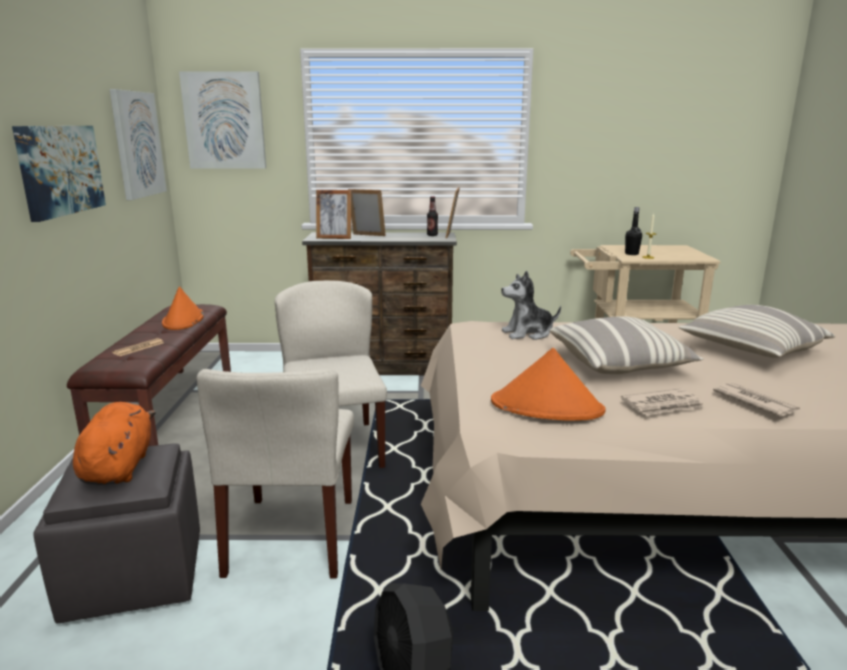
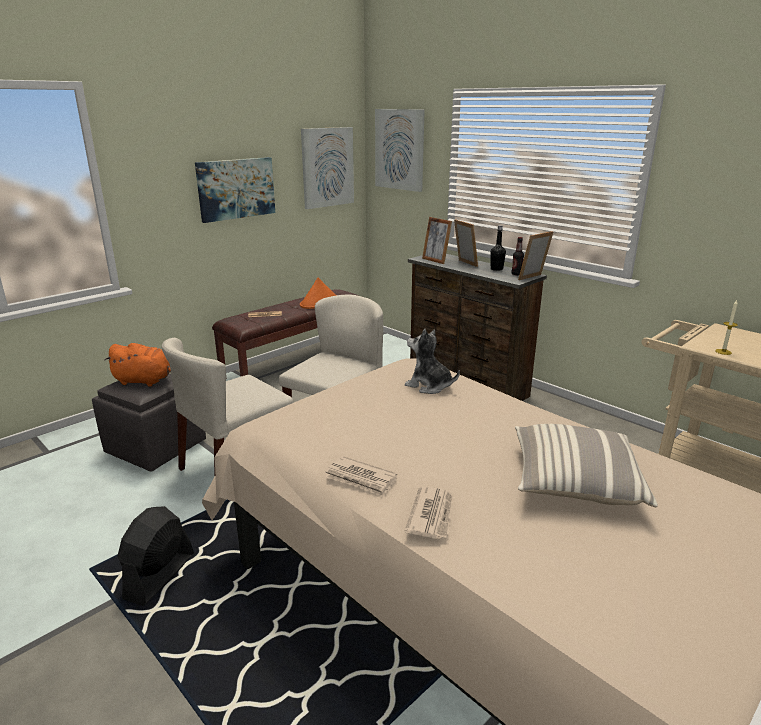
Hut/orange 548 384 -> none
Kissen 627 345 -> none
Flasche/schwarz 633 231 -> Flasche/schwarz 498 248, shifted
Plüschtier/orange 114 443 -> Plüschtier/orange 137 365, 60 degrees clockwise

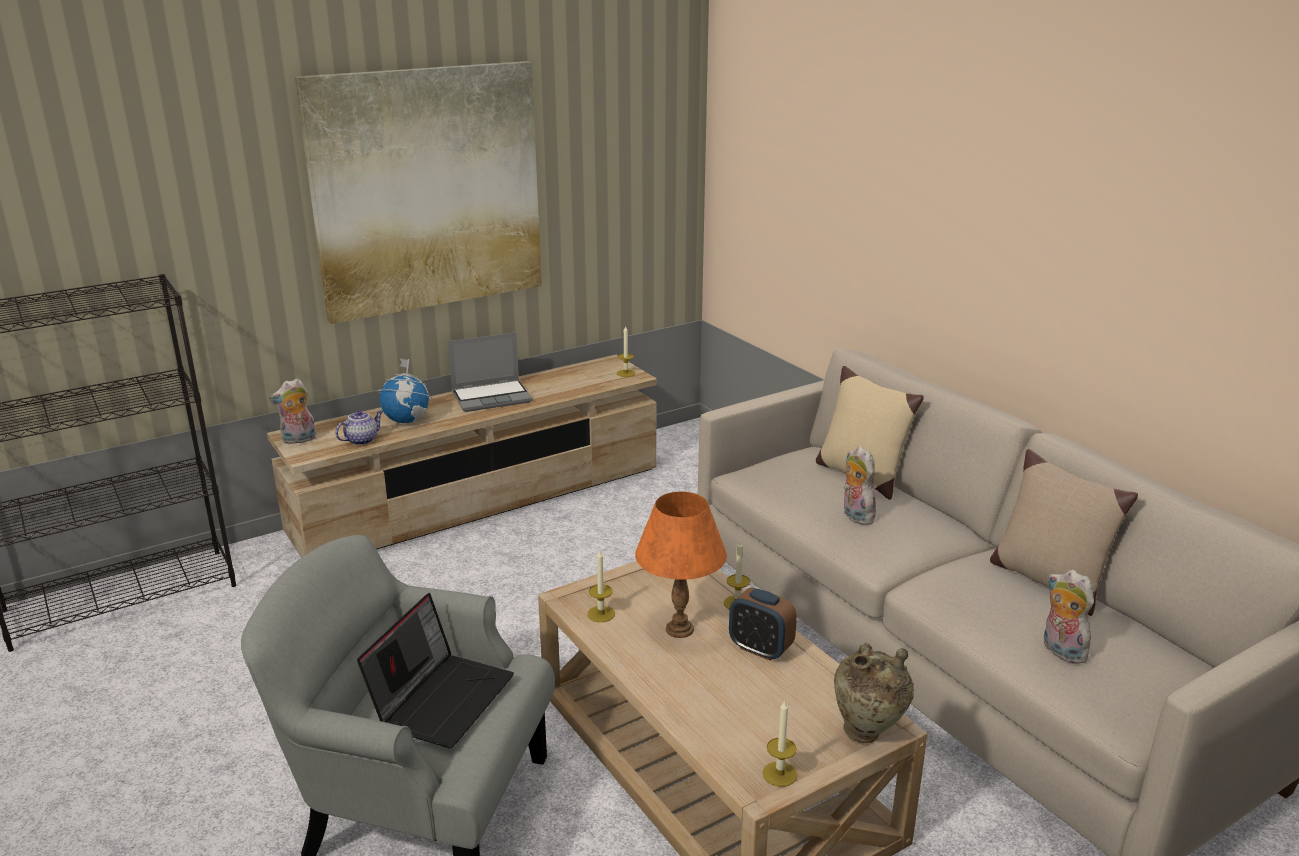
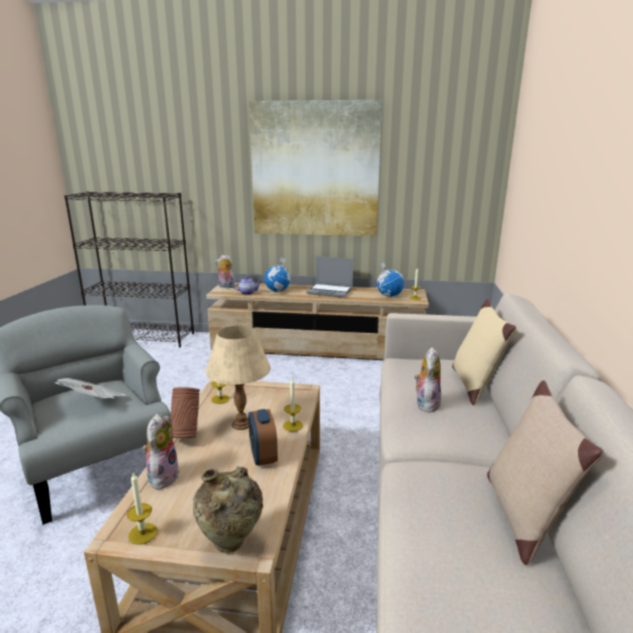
none -> Vase/braun 185 412
none -> Globus 390 279
Plüschtier 1069 617 -> Plüschtier 161 451, shifted
Laptop 435 670 -> Zeitung 90 388
Tischlampe/orange 681 565 -> Tischlampe/beige 238 377

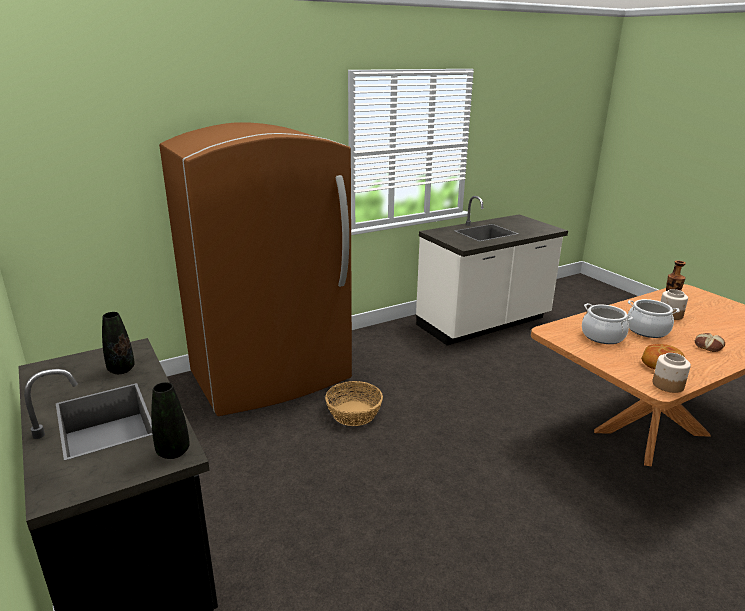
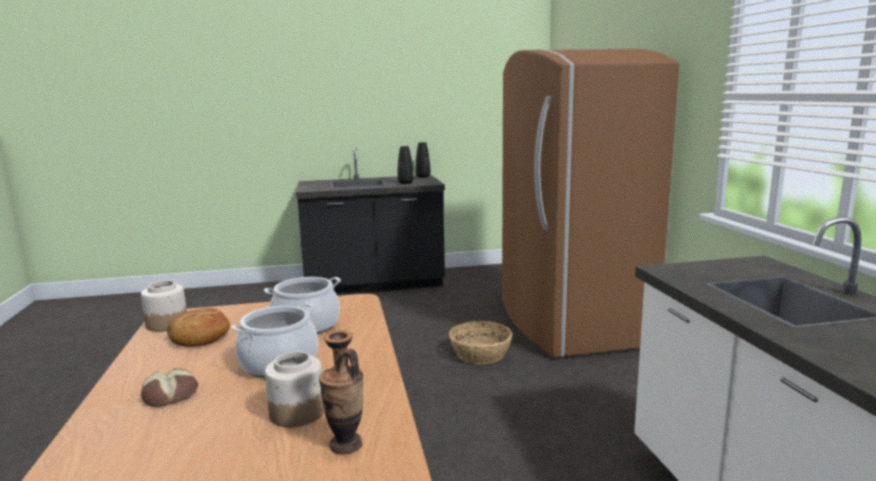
Vase/schwarz 170 420 -> Vase/schwarz 423 160, shifted

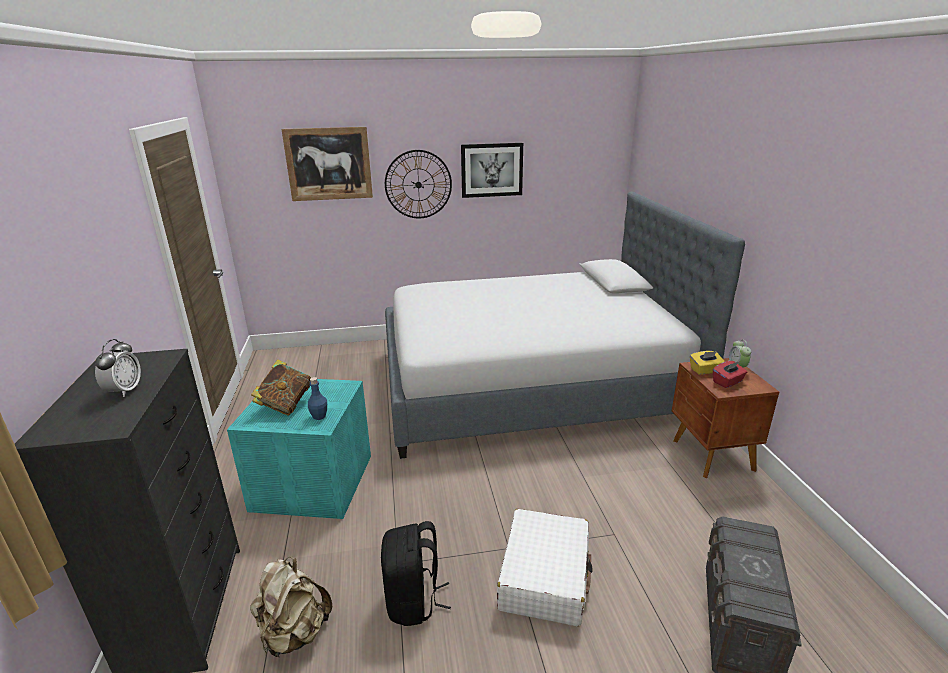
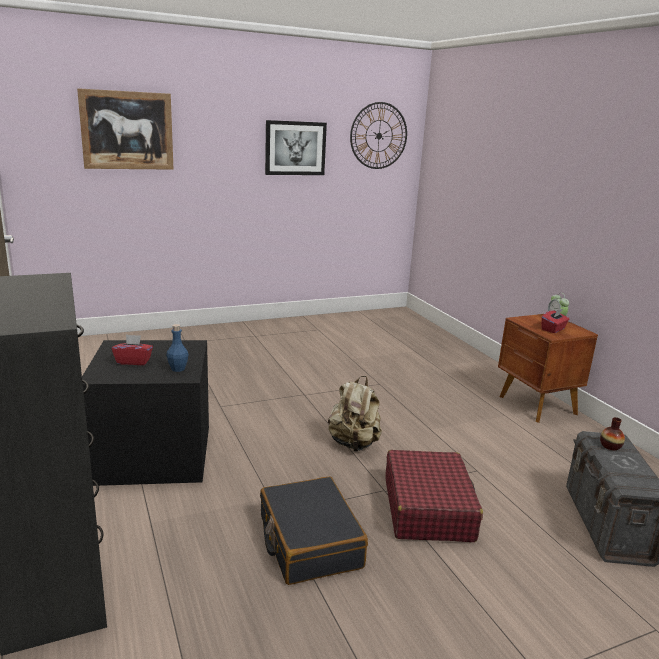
Wecker 118 368 -> none
Bett 565 325 -> none
Taschentuchbox/gelb 707 363 -> none
none -> Vase 612 433
Rucksack/beige 291 606 -> Rucksack/beige 355 414, shifted
Wanduhr 418 184 -> Wanduhr 378 135, shifted
Buch 281 387 -> Taschentuchbox/rot 132 349
Rucksack/schwarz 416 573 -> Koffer/schwarz 314 530
Aufbewahrungsbox/türkis 299 449 -> Aufbewahrungsbox/schwarz 145 413
Koffer/weiß 545 568 -> Koffer/rot 434 496

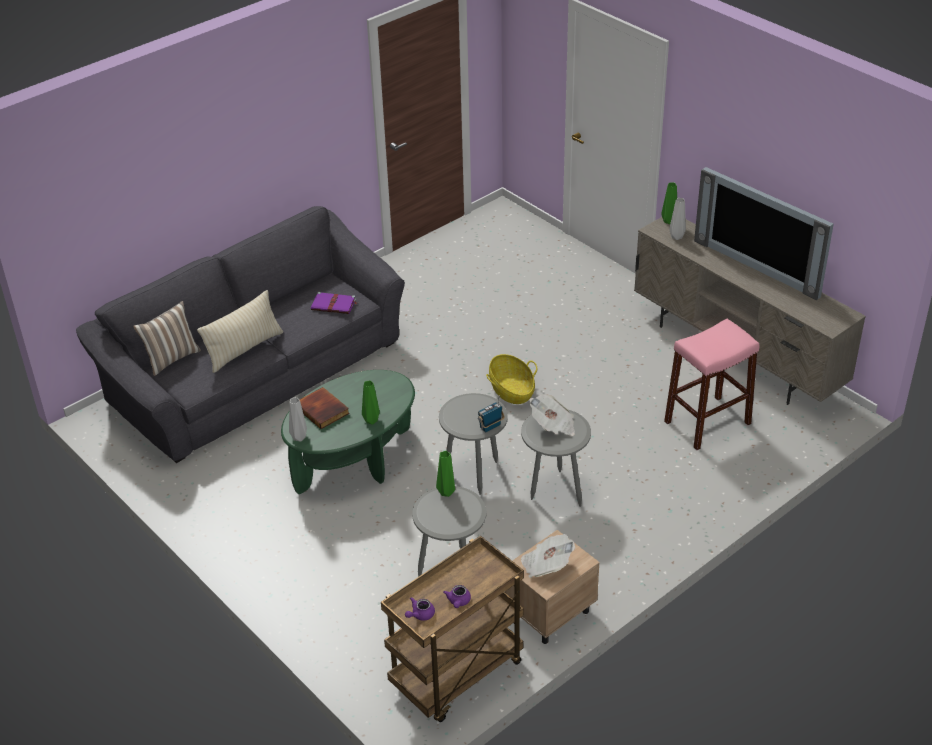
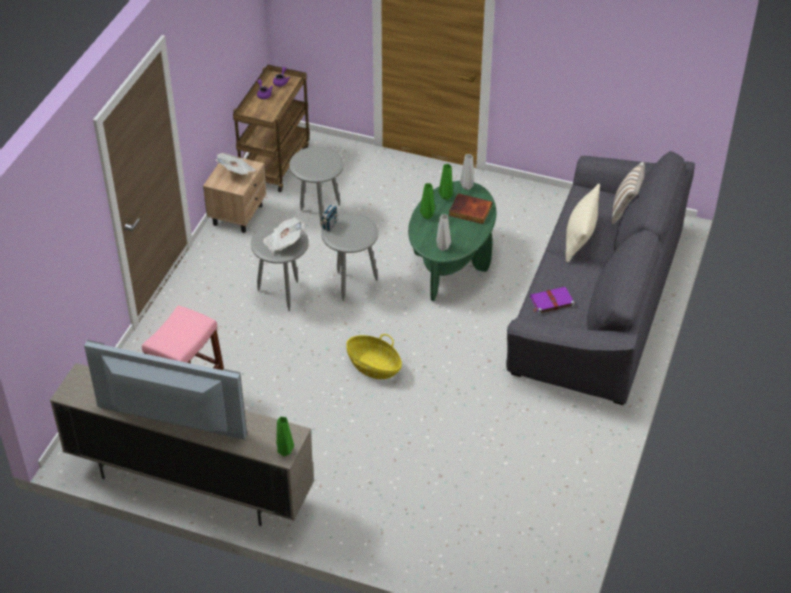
Vase/grün 445 474 -> Vase/grün 446 182, shifted
Vase/grau 677 219 -> Vase/grau 443 232, shifted

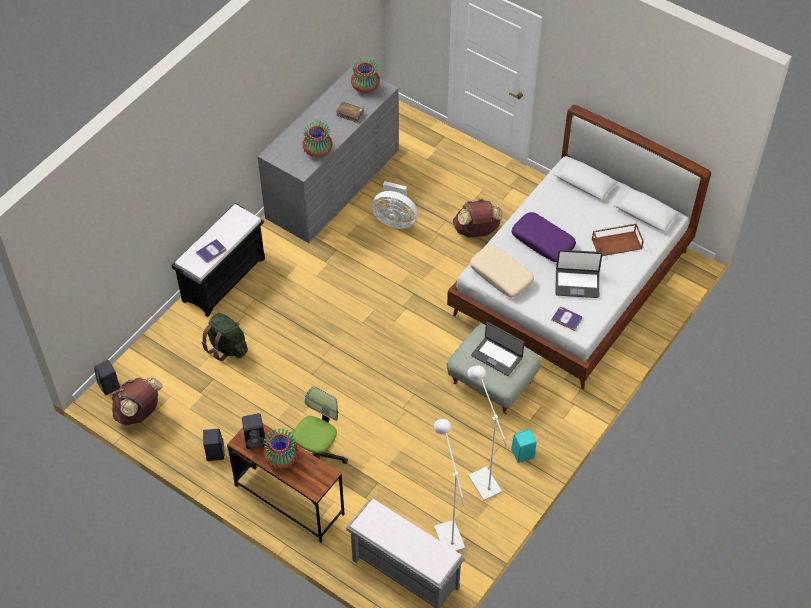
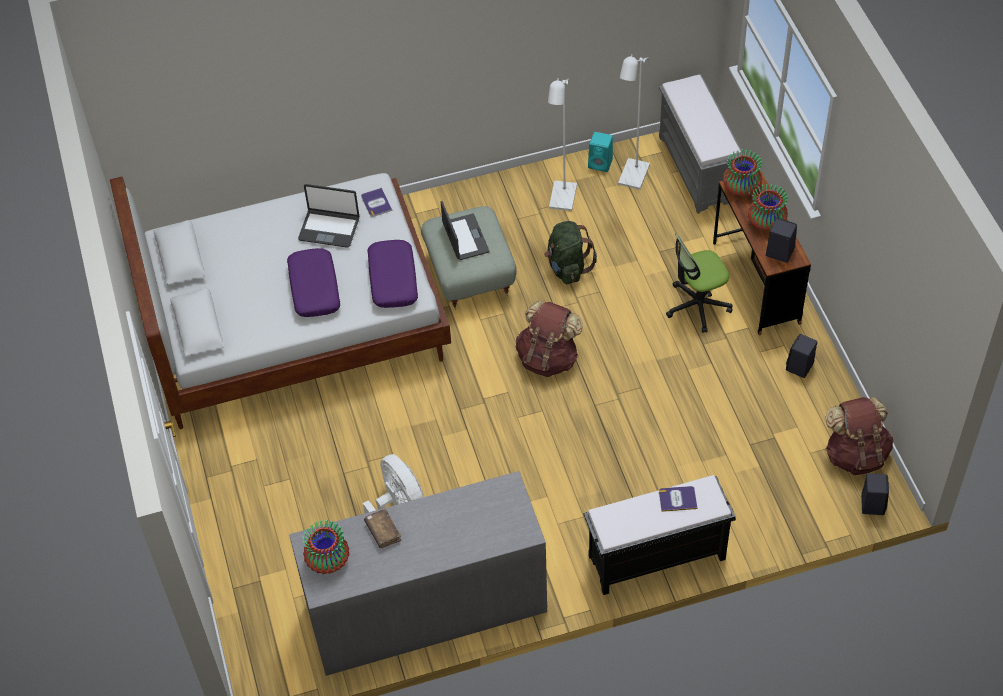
Tablett/braun 618 239 -> none
Rucksack/grün 225 337 -> Rucksack/grün 570 252, shifted
Vase 317 139 -> Vase 742 172, shifted
Rucksack/braun 478 218 -> Rucksack/braun 549 339, shifted
Lautsprecher/türkis 524 446 -> Lautsprecher/türkis 600 152, shifted
Kissen/beige 502 271 -> Kissen/lila 392 274
Laptop 579 274 -> Laptop 328 216, 150 degrees clockwise

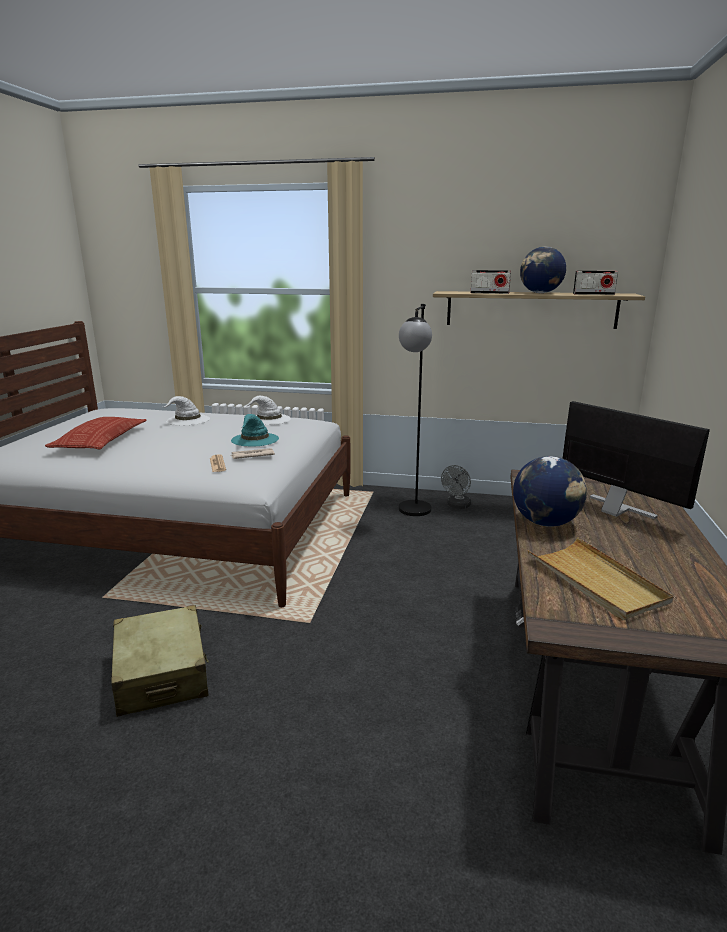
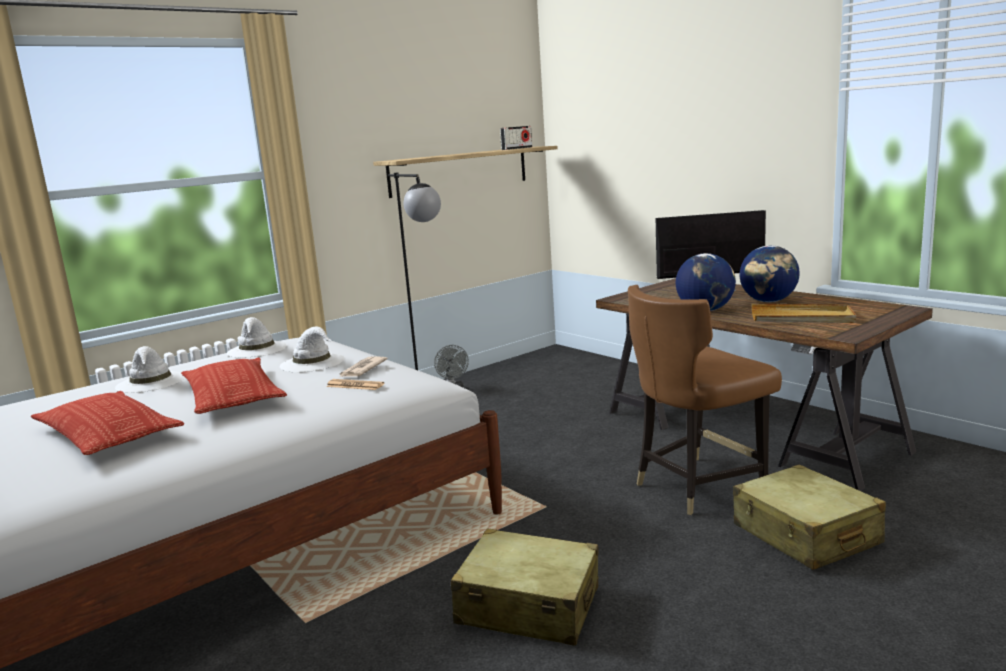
Radio 490 282 -> none
none -> Kissen 234 386
none -> Stuhl/braun 705 400
none -> Koffer/beige 809 517
Globus 543 270 -> Globus 769 273, shifted
Hut/türkis 255 430 -> Hut/weiß 312 349

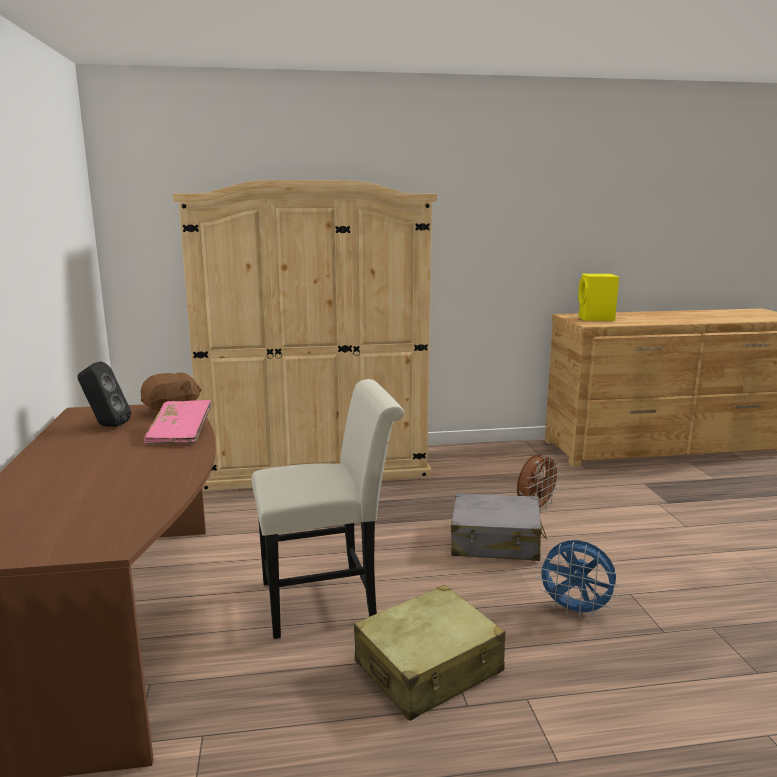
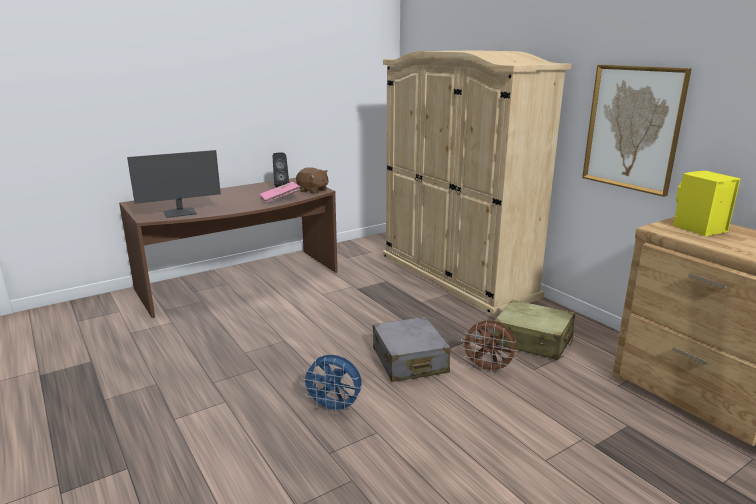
Stuhl/weiß 328 509 -> none
none -> Monitor 174 184
none -> Bild 637 131
Koffer/beige 430 653 -> Koffer/beige 534 330, shifted
Ventilator/blau 578 579 -> Ventilator/blau 331 384, 75 degrees counterclockwise

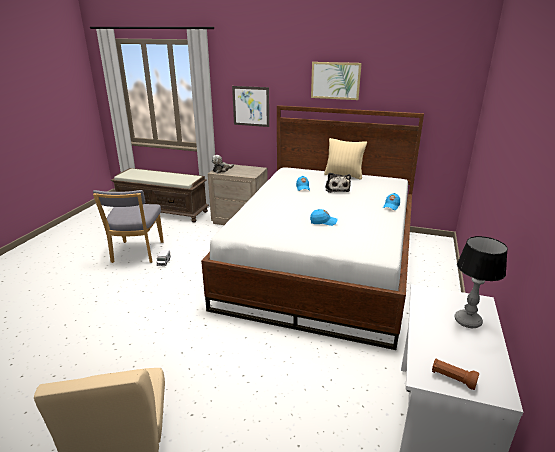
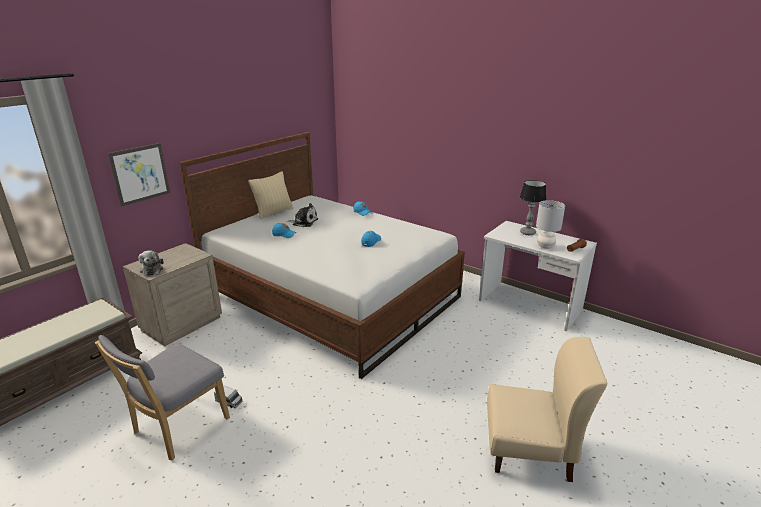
Bild 336 81 -> none
none -> Tischlampe/grau 550 224
Stuhl/grau 128 226 -> Stuhl/grau 162 398, 105 degrees clockwise

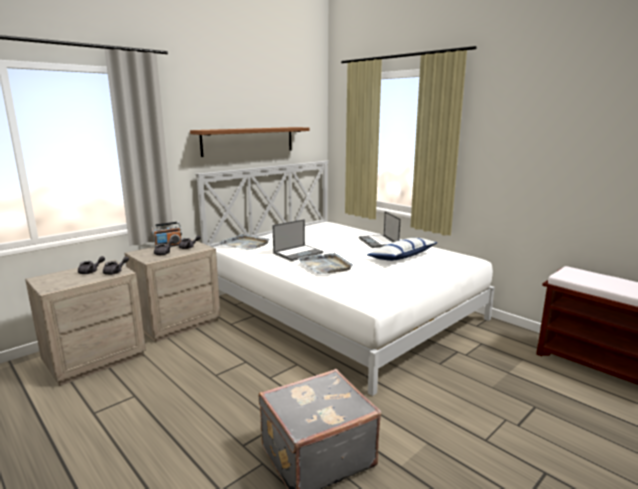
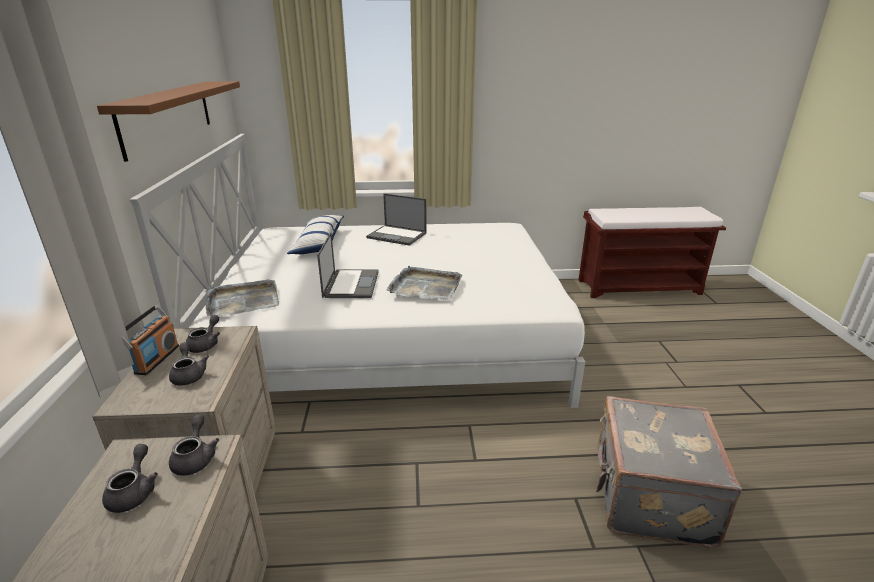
Kissen 402 249 -> Kissen 315 234, shifted

